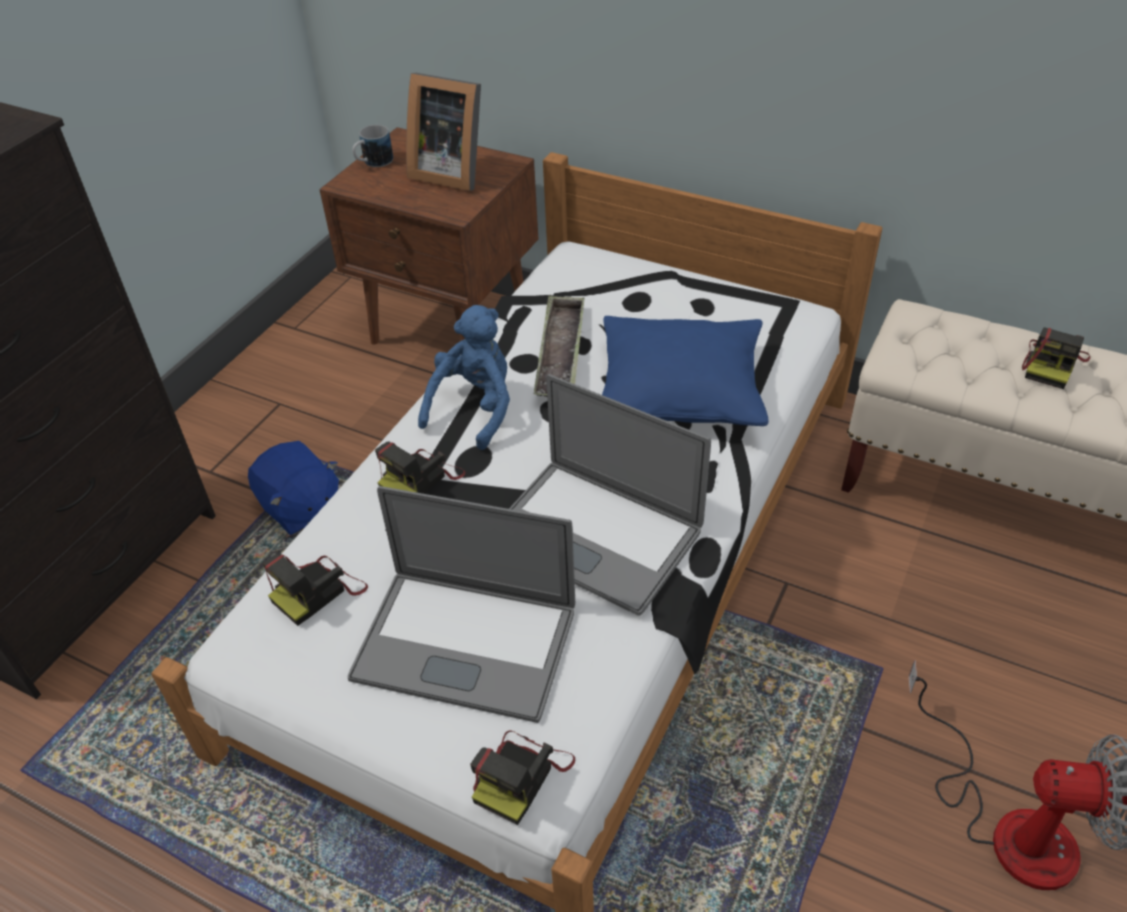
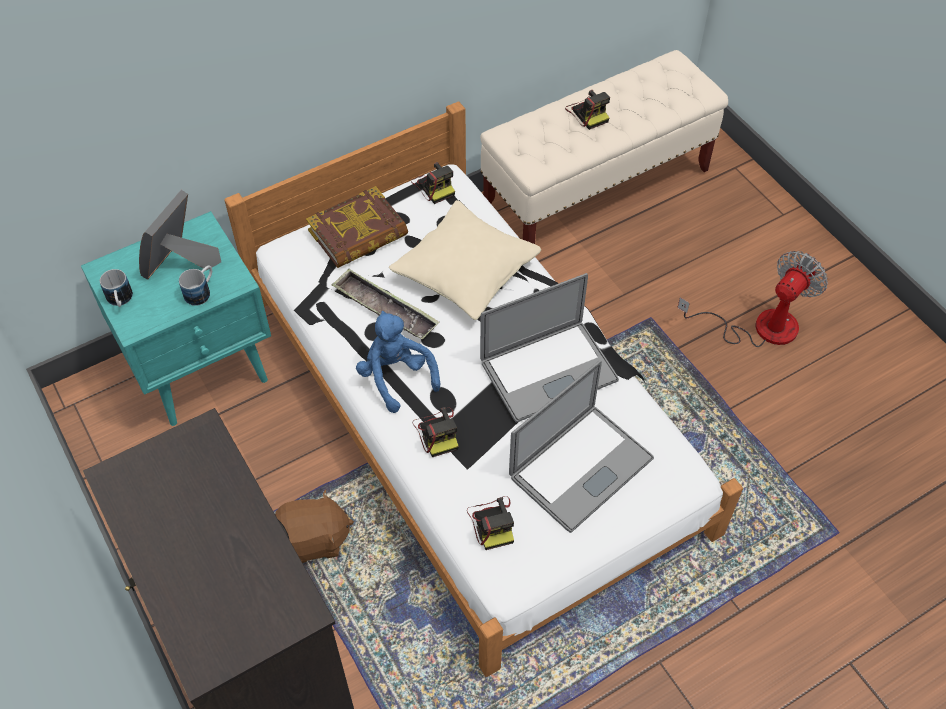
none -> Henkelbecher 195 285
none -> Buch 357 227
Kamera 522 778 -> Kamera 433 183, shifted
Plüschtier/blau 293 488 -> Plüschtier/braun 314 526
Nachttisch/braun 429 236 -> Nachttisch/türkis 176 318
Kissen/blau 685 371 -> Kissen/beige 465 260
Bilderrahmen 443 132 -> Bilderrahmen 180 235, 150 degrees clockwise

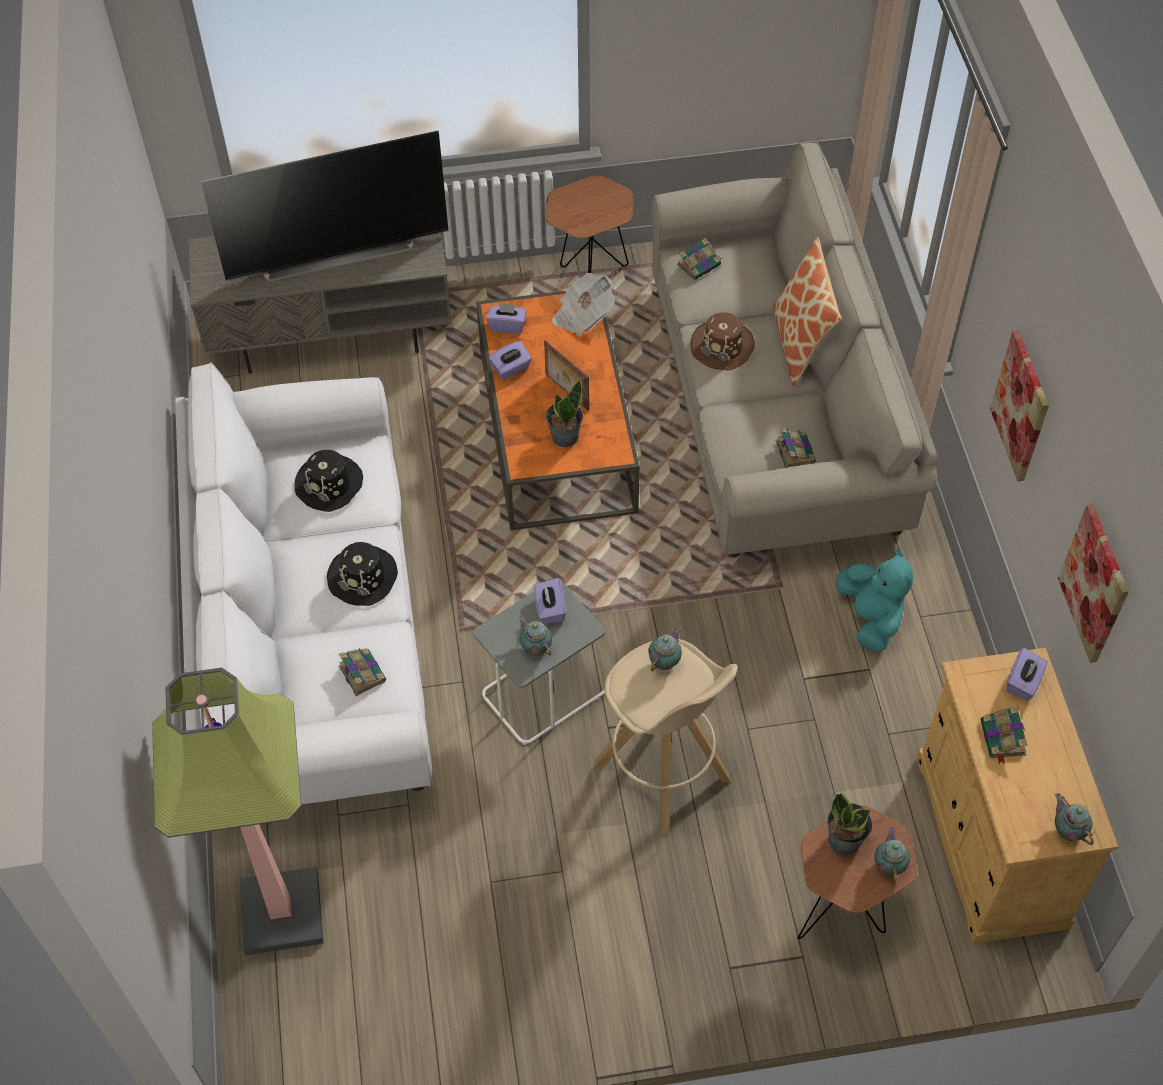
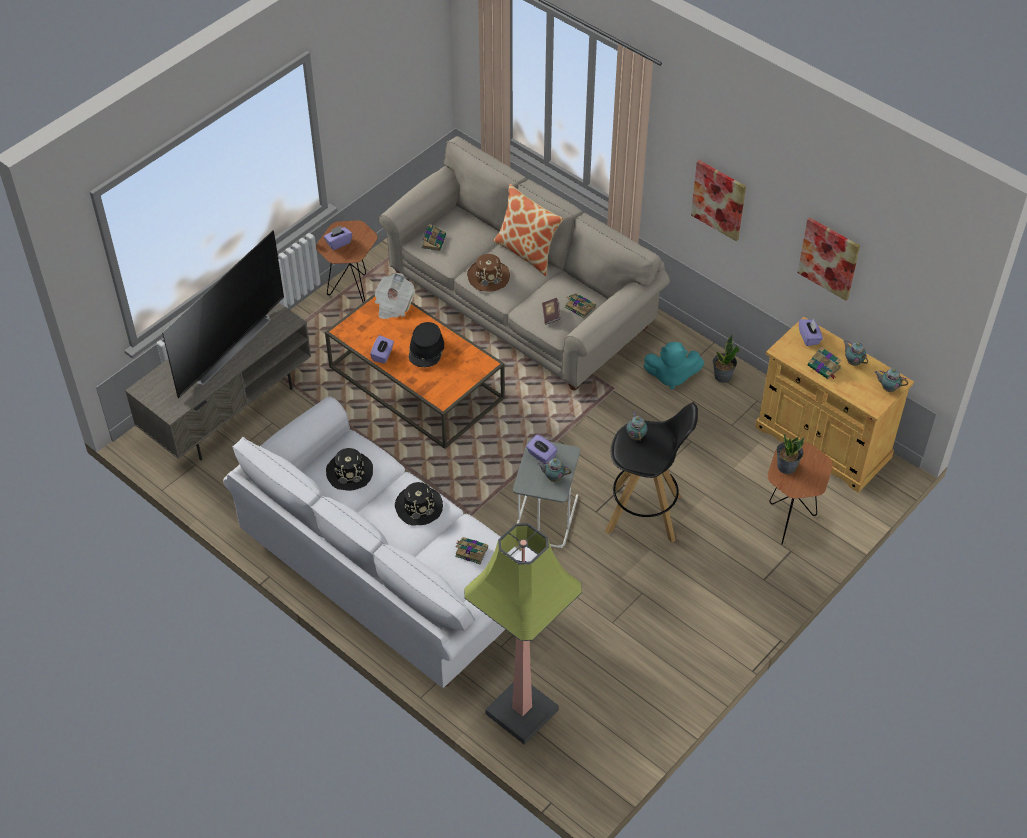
none -> Buch 551 311
Taschentuchbox/lila 507 318 -> Taschentuchbox/lila 338 238, shifted
Topfpflanze 564 413 -> Topfpflanze 726 359, shifted
Teekanne 892 854 -> Teekanne 855 353, shifted
Bilderrahmen 566 375 -> Hut/schwarz 426 344
Hocker/beige 666 736 -> Hocker/schwarz 651 472
Plüschtier/türkis 874 600 -> Plüschtier/türkis 674 365, 150 degrees clockwise

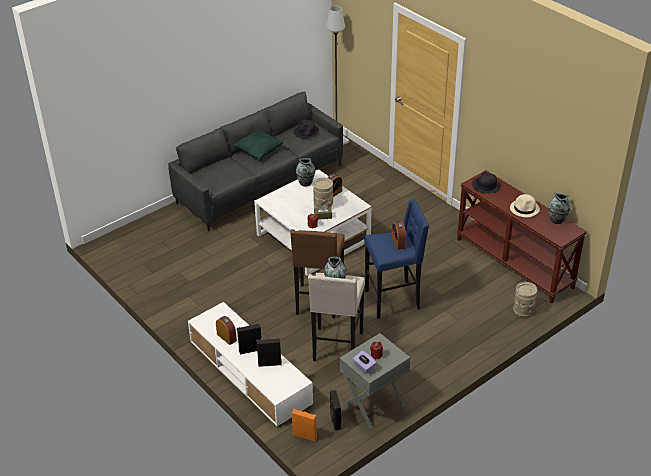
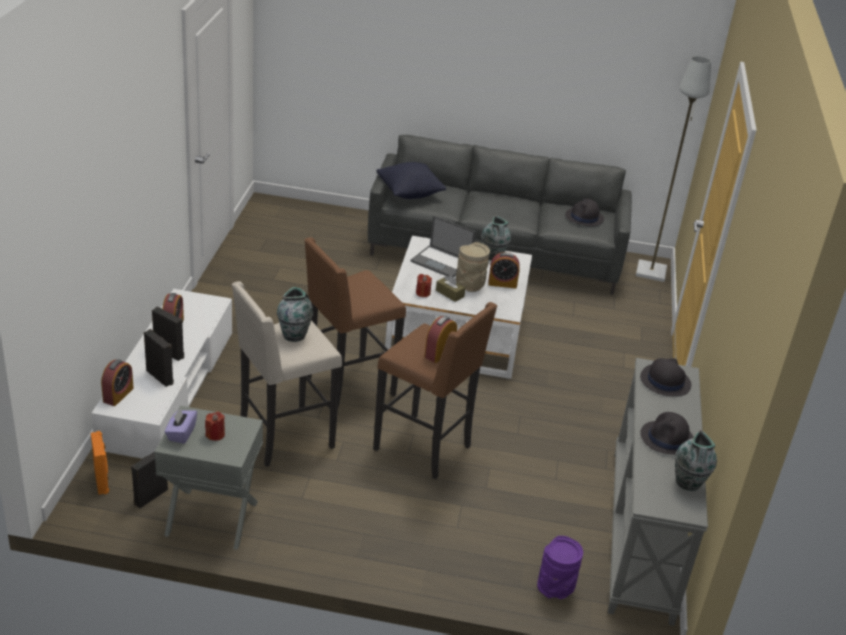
Kissen/grün 258 145 -> none
none -> Wecker 117 382
none -> Kissen/schwarz 411 180
none -> Laptop 442 247
Hocker/blau 396 259 -> Hocker/braun 435 391
Konsolentisch/braun 522 237 -> Konsolentisch/grau 658 492
Hut/beige 525 205 -> Hut/schwarz 666 433
Vase/beige 525 299 -> Vase/lila 560 567

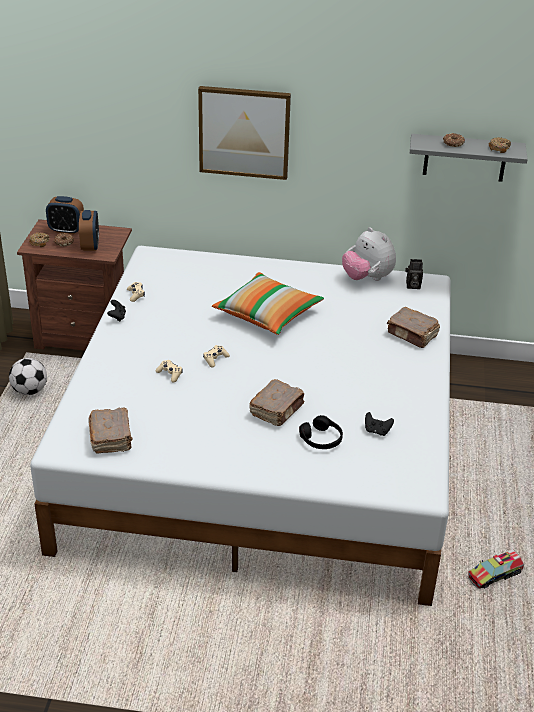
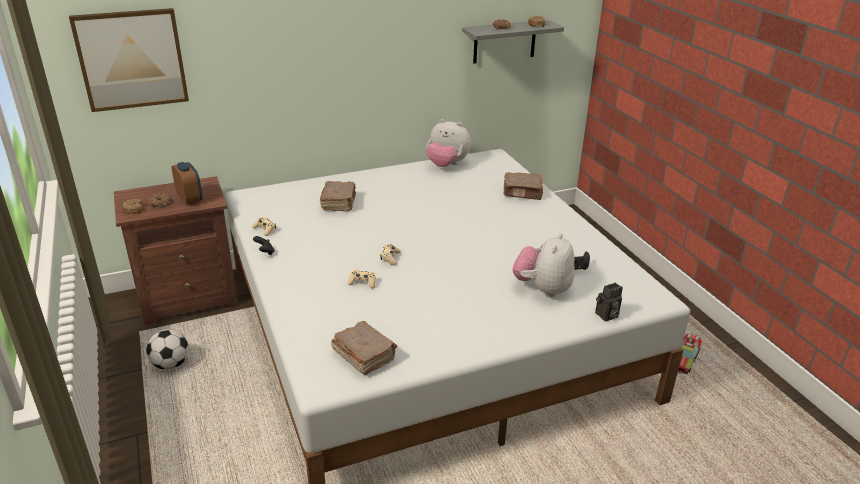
Wecker 65 215 -> none
Kissen 268 303 -> none
Bild 244 133 -> Bild 129 60, shifted
Buch/braun 276 402 -> Buch/braun 338 196, shifted
Kamera 414 274 -> Kamera 609 302, shifted
Kopfhörer/schwarz 321 432 -> Plüschtier 544 265

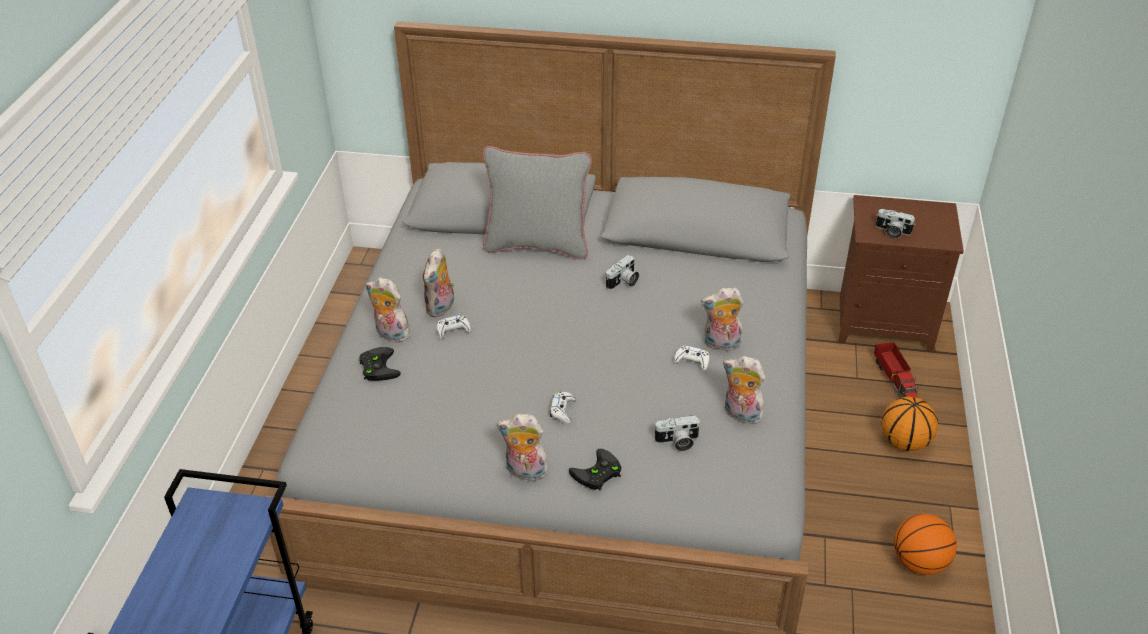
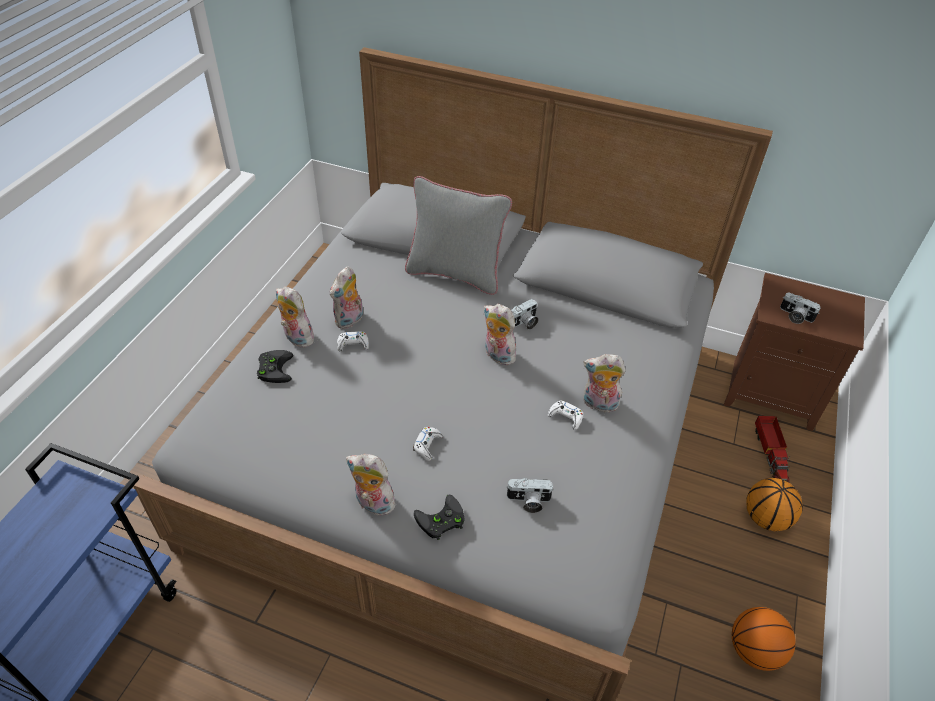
Plüschtier 745 390 -> Plüschtier 501 334, shifted

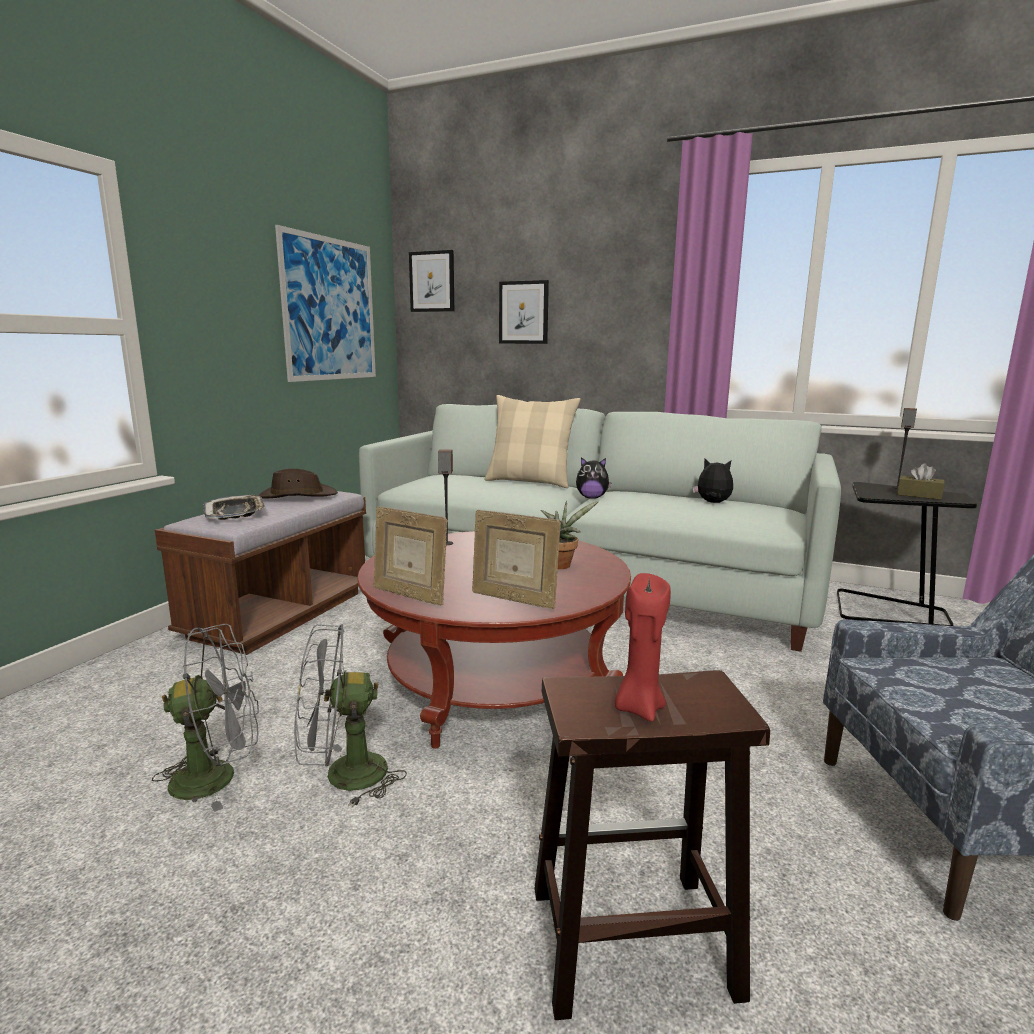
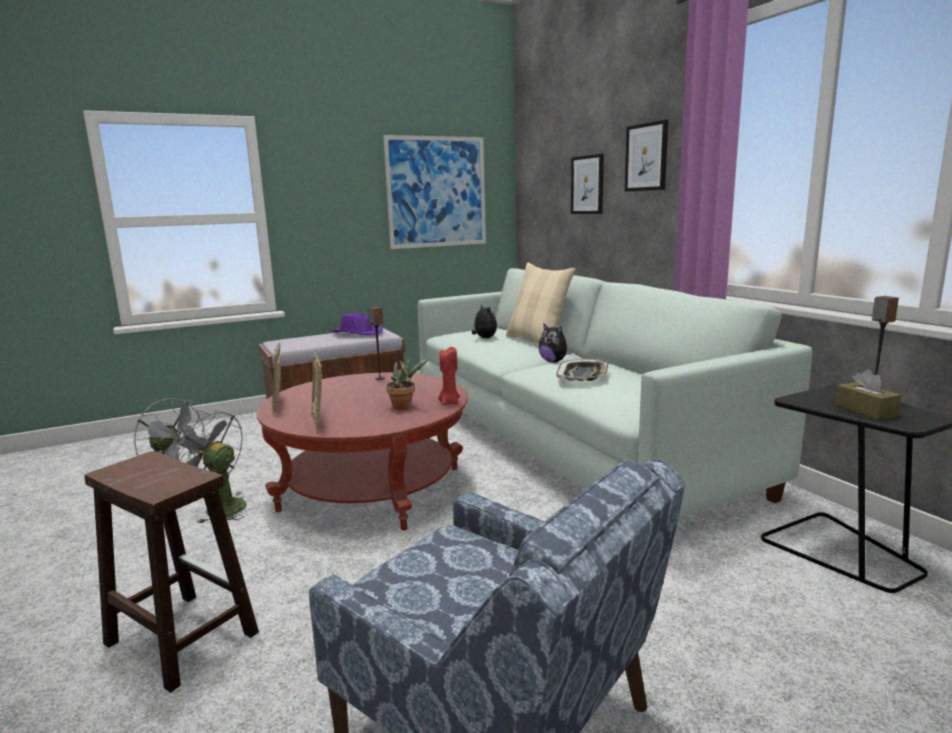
Tablett 235 507 -> Tablett 582 370, shifted
Bild 431 281 -> Bild 646 156, shifted
Kerze/rot 643 647 -> Kerze/rot 449 376, shifted
Plüschtier 713 481 -> Plüschtier 484 321, shifted
Hut/braun 298 483 -> Hut/lila 357 324

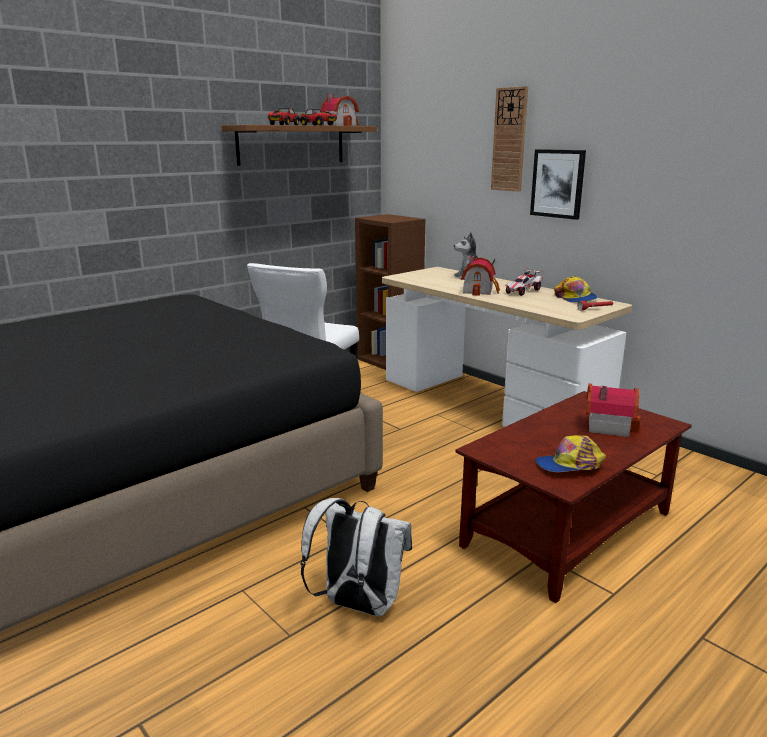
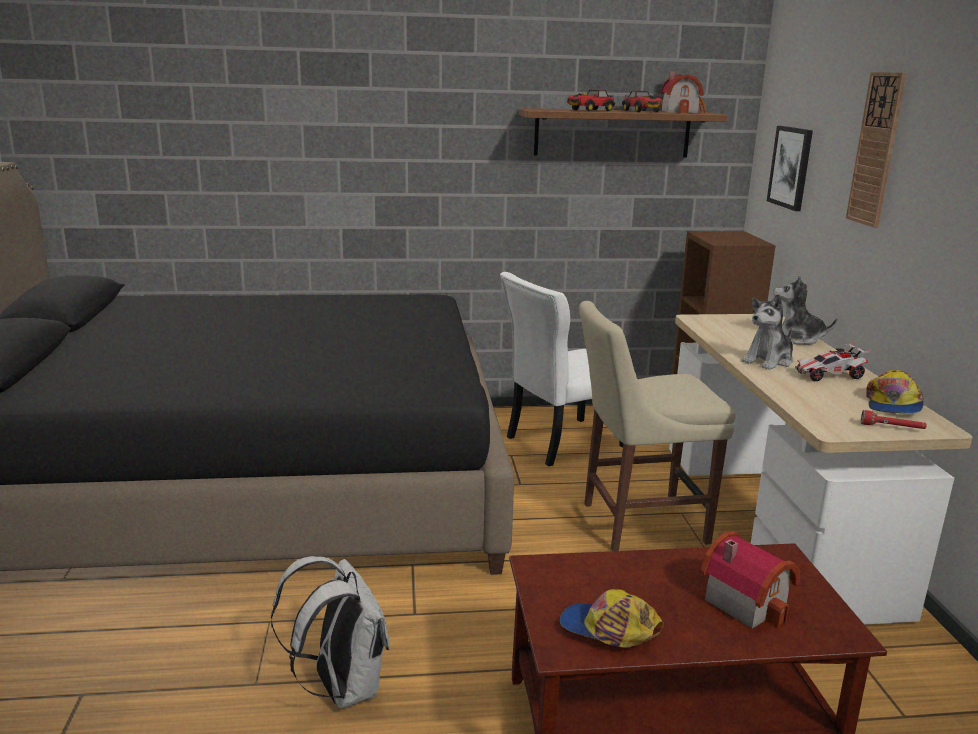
none -> Stuhl/beige 657 426
Bild 558 184 -> Bild 790 168, shifted
Spielzeughaus 480 276 -> Plüschtier 767 332

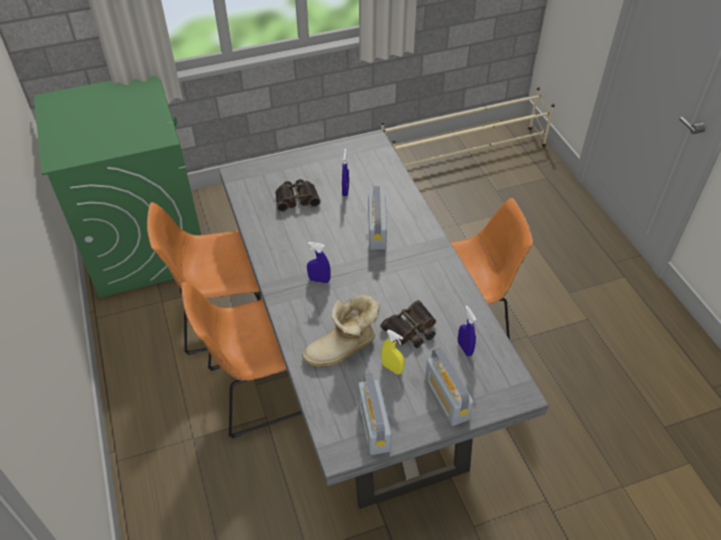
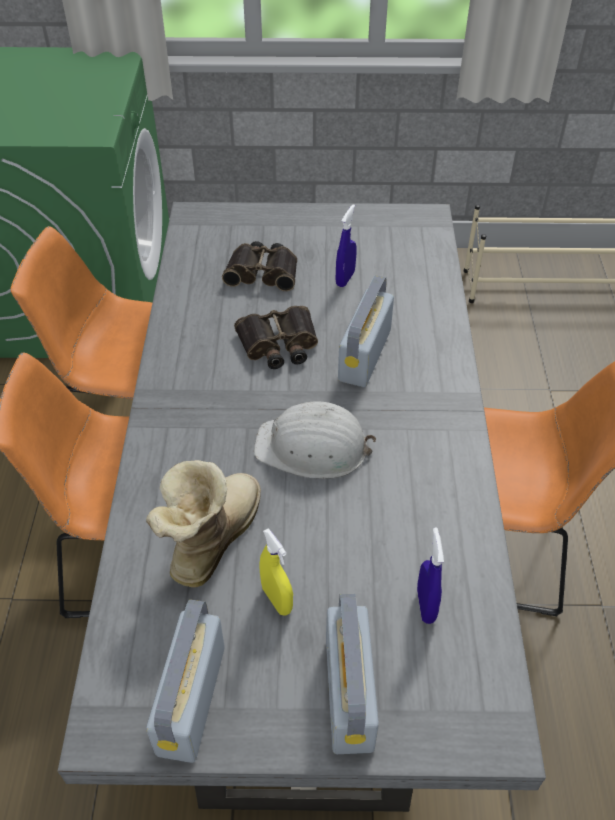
Sprühflasche/blau 319 262 -> none
none -> Schutzhelm/weiß 315 440
Fernglas 408 324 -> Fernglas 276 337, shifted
Stiefel 341 330 -> Stiefel 203 523, 120 degrees clockwise

